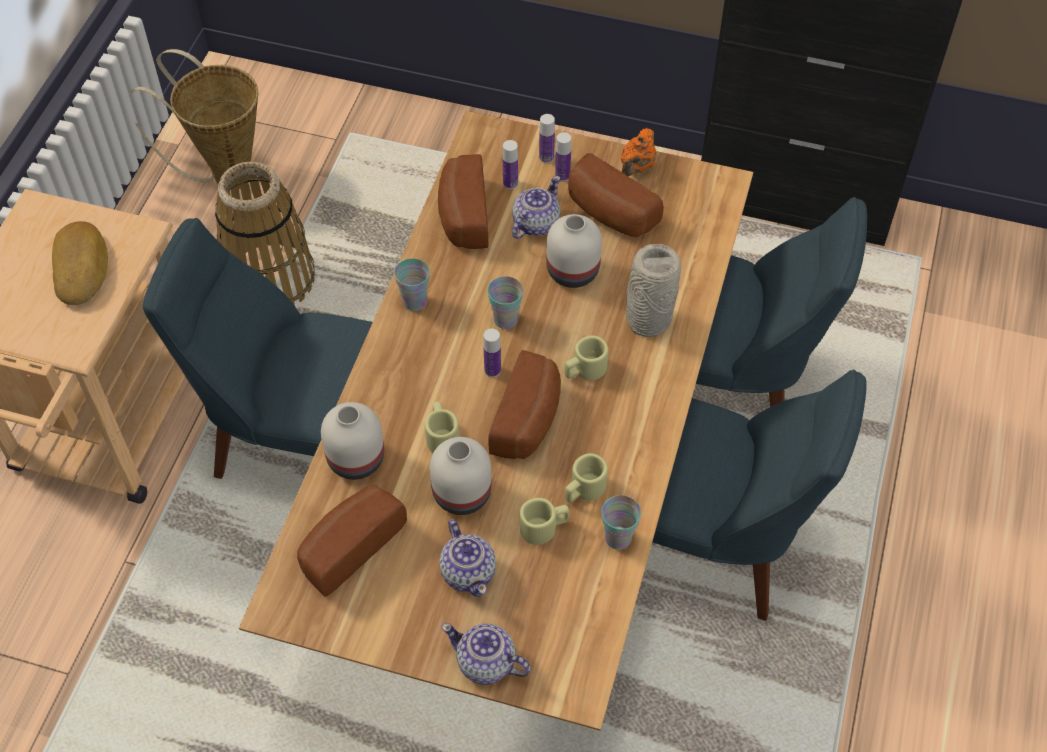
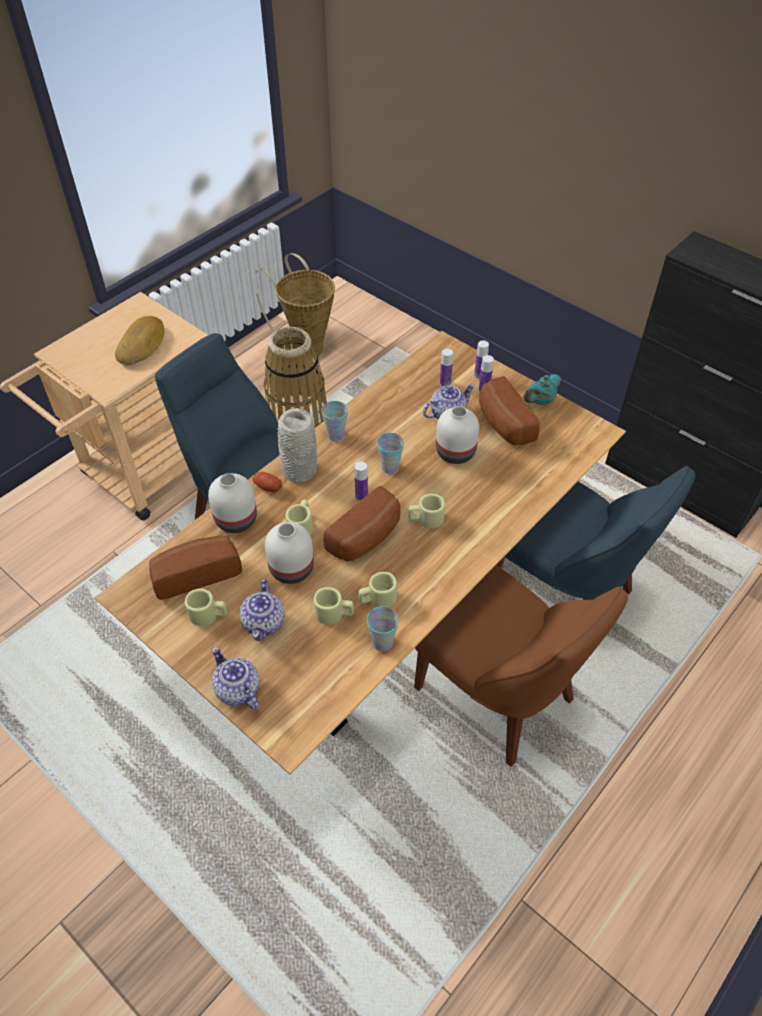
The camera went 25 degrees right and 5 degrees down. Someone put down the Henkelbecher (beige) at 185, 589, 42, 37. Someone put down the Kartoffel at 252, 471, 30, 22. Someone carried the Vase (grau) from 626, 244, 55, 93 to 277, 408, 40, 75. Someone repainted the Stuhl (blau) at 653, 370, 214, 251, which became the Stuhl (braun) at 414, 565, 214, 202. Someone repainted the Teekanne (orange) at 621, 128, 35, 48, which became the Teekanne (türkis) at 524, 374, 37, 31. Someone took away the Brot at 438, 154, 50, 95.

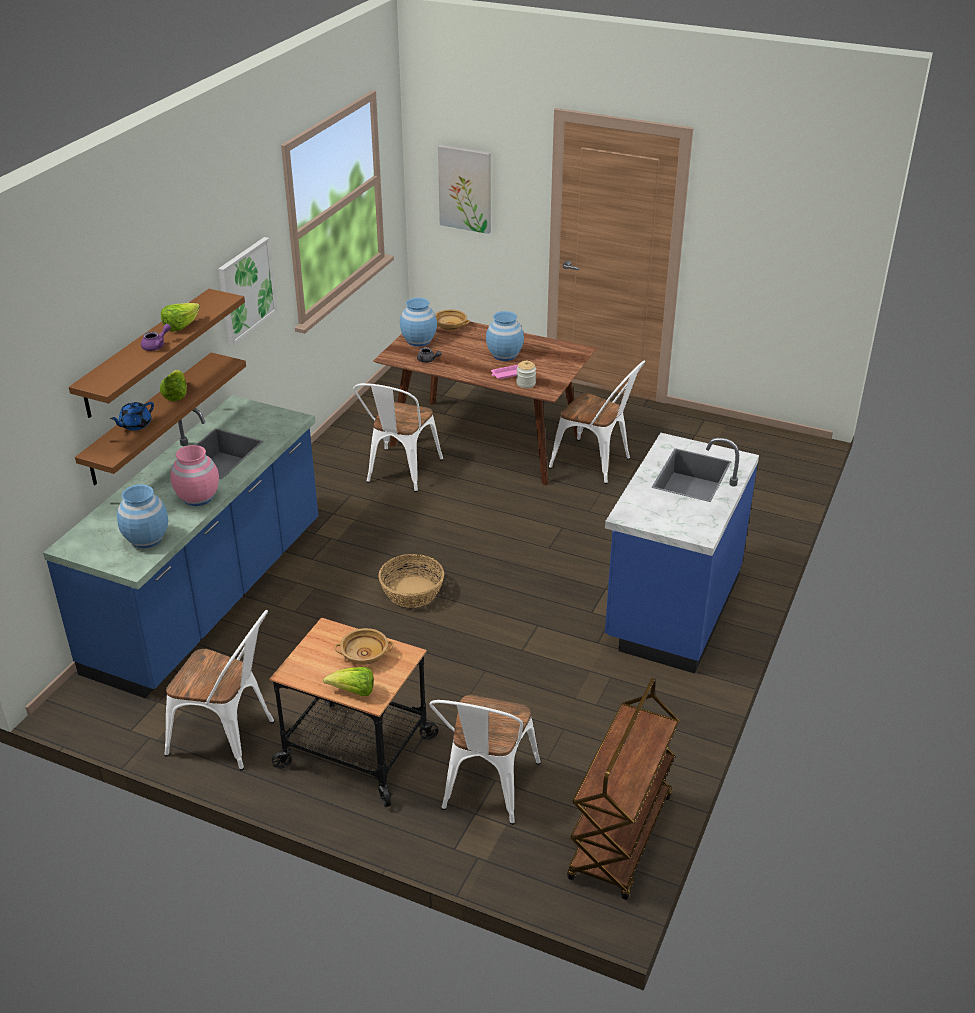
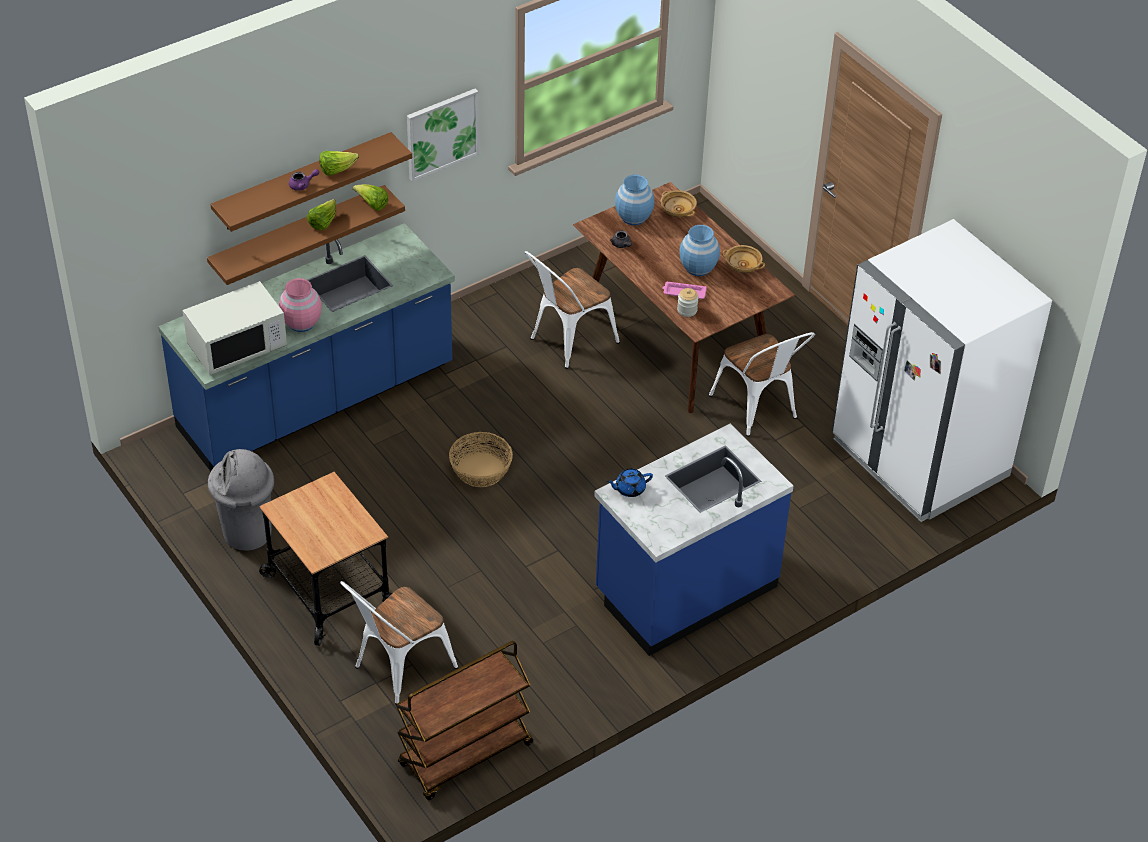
The camera went 30 degrees right and 10 degrees up. Someone swapped the Vase (blau) at 117, 484, 51, 64 for the Mikrowelle (weiß) at 182, 281, 105, 94. Someone swapped the Stuhl (weiß) at 165, 610, 109, 161 for the Mülleimer (grau) at 208, 449, 66, 102. Someone carried the Salatkopf from 323, 667, 51, 29 to 353, 184, 35, 27. Someone carried the Teekanne (blau) from 110, 402, 44, 28 to 607, 468, 46, 29. Someone carried the Schüssel (beige) from 334, 628, 60, 37 to 722, 245, 43, 28. Someone put down the Kühlschrank (weiß) at 832, 219, 220, 303. Someone took away the Bild at 438, 145, 53, 89.

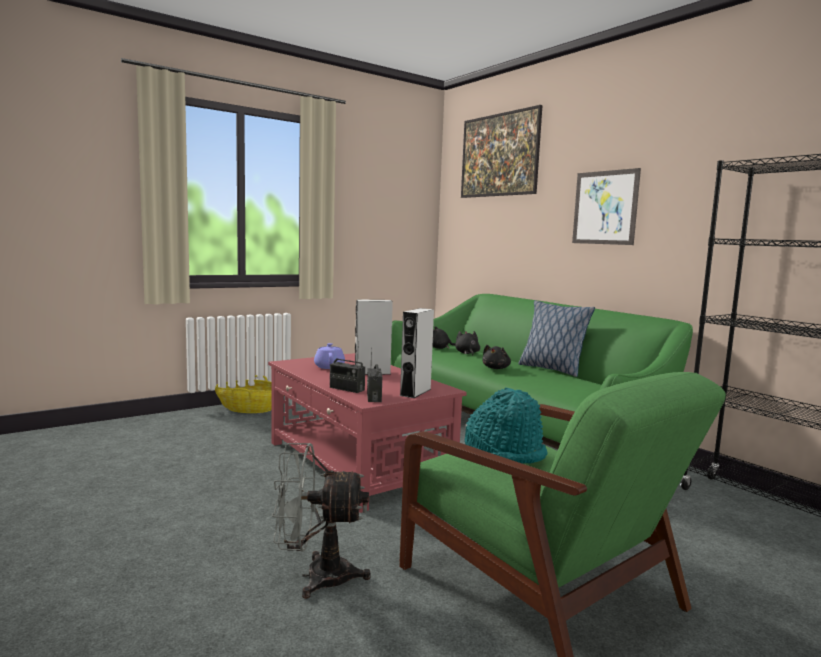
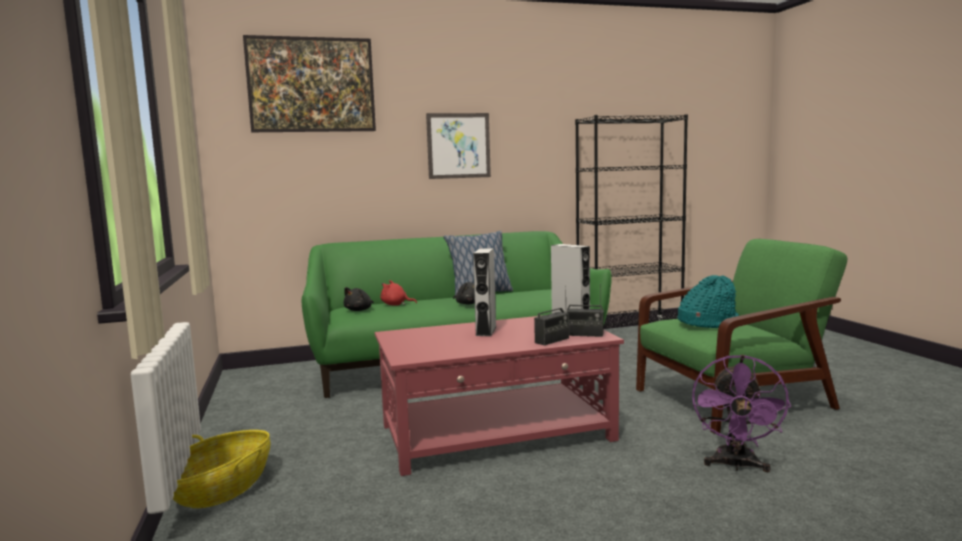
The camera went 70 degrees left and 0 degrees up. Someone repainted the Plüschtier (schwarz) at 455, 331, 25, 24, which became the Plüschtier (rot) at 381, 280, 36, 26. Someone repainted the Ventilator (grau) at 271, 443, 100, 156, which became the Ventilator (lila) at 692, 355, 99, 117. Someone took away the Teekanne (lila) at 314, 343, 31, 26.

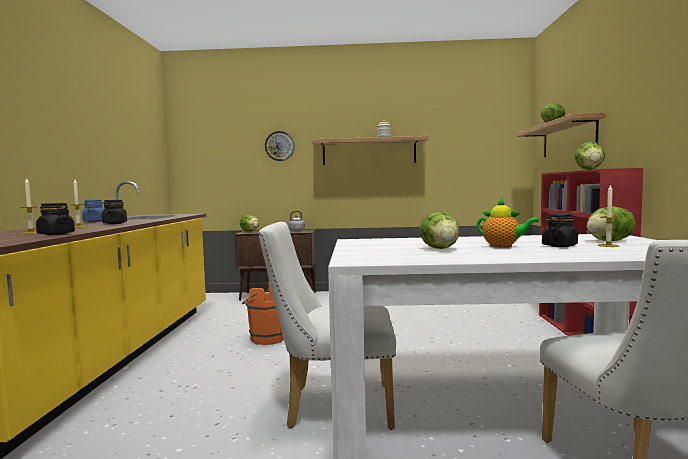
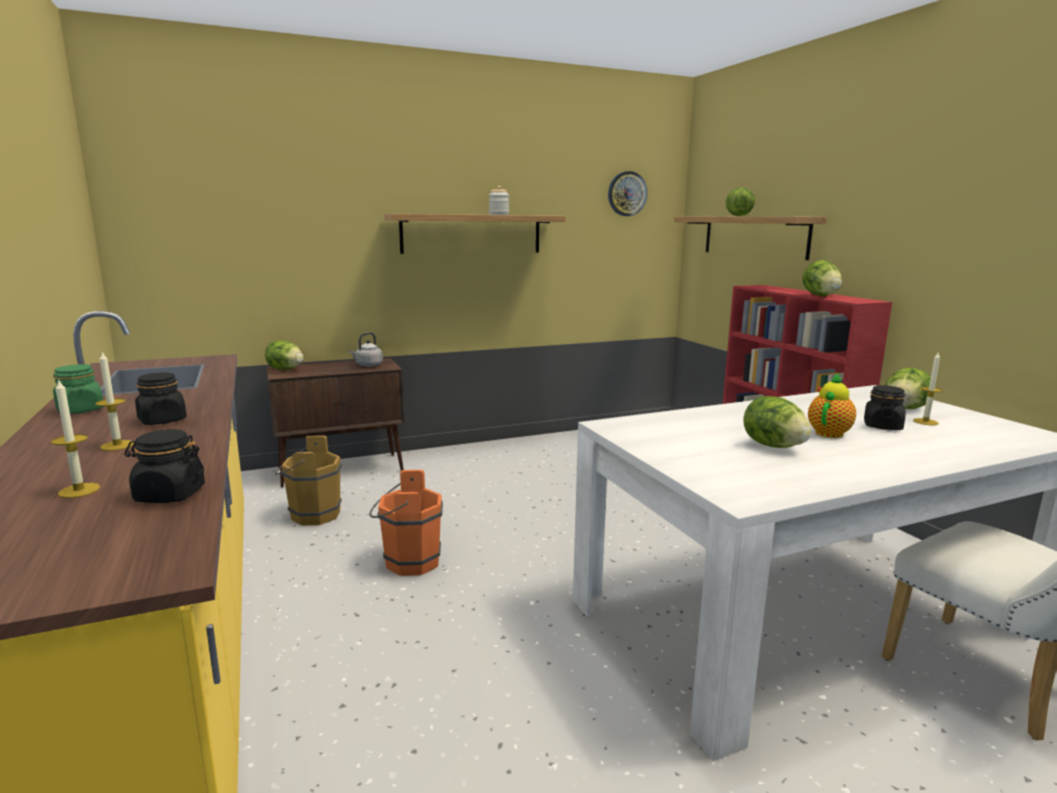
The camera went 25 degrees left and 10 degrees up. Someone repainted the Vorratsglas (blau) at 82, 200, 22, 22, which became the Vorratsglas (grün) at 53, 364, 51, 50. Someone put down the Eimer (braun) at 275, 435, 67, 91. Someone carried the Wanduhr from 265, 131, 30, 30 to 608, 171, 39, 45. Someone rotated the Teekanne at 477, 198, 63, 50 by 60 degrees counterclockwise. Someone took away the Stuhl (weiß) at 259, 222, 137, 208.

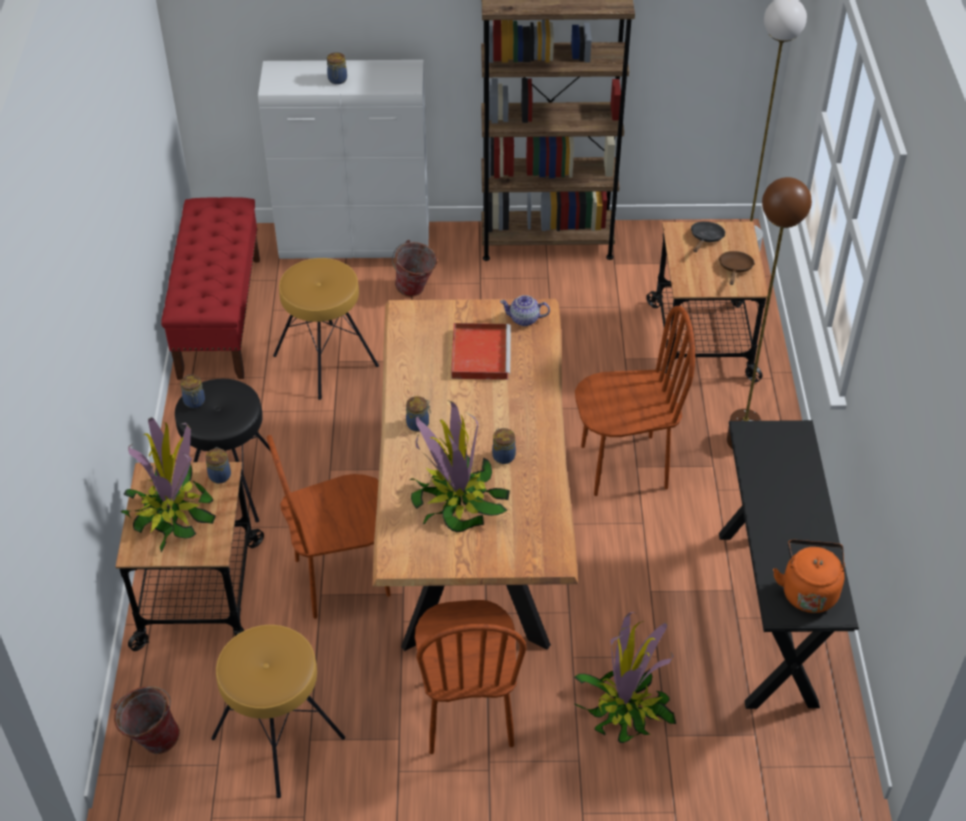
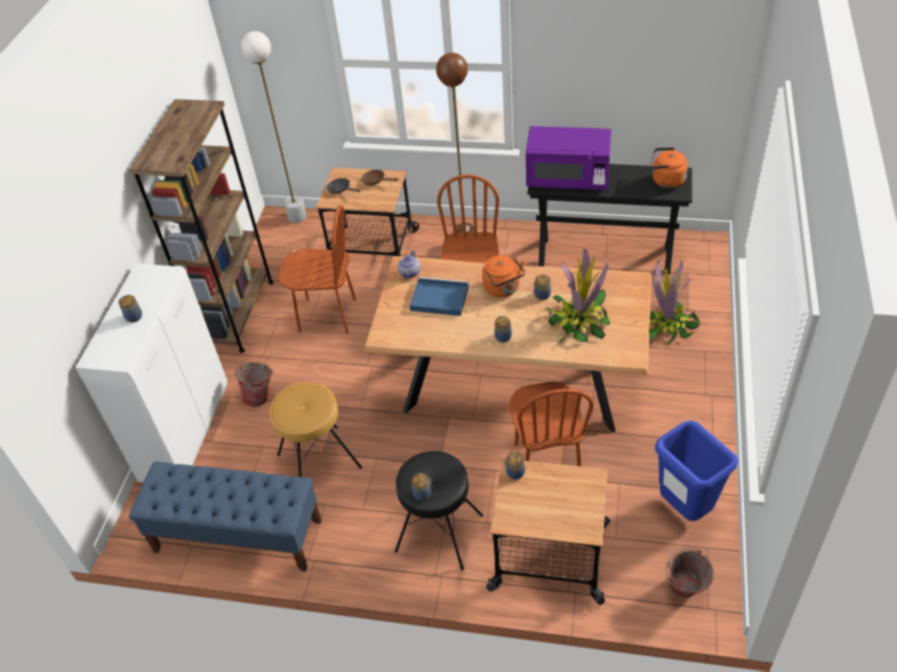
The camera went 75 degrees left and 0 degrees up. Someone repainted the Bank (rot) at 161, 197, 99, 183, which became the Bank (blau) at 129, 462, 193, 110. Someone carried the Stuhl (braun) from 415, 600, 112, 154 to 278, 205, 78, 129. Someone repainted the Tablett (rot) at 451, 323, 60, 57, which became the Tablett (blau) at 410, 277, 59, 39. Someone put down the Wasserkessel (orange) at 482, 255, 43, 43. Someone put down the Mikrowelle (lila) at 526, 126, 85, 64. Someone swapped the Hocker (braun) at 211, 625, 134, 173 for the Mülleimer (blau) at 655, 420, 83, 101. Someone took away the Topfpflanze at 121, 417, 95, 136.

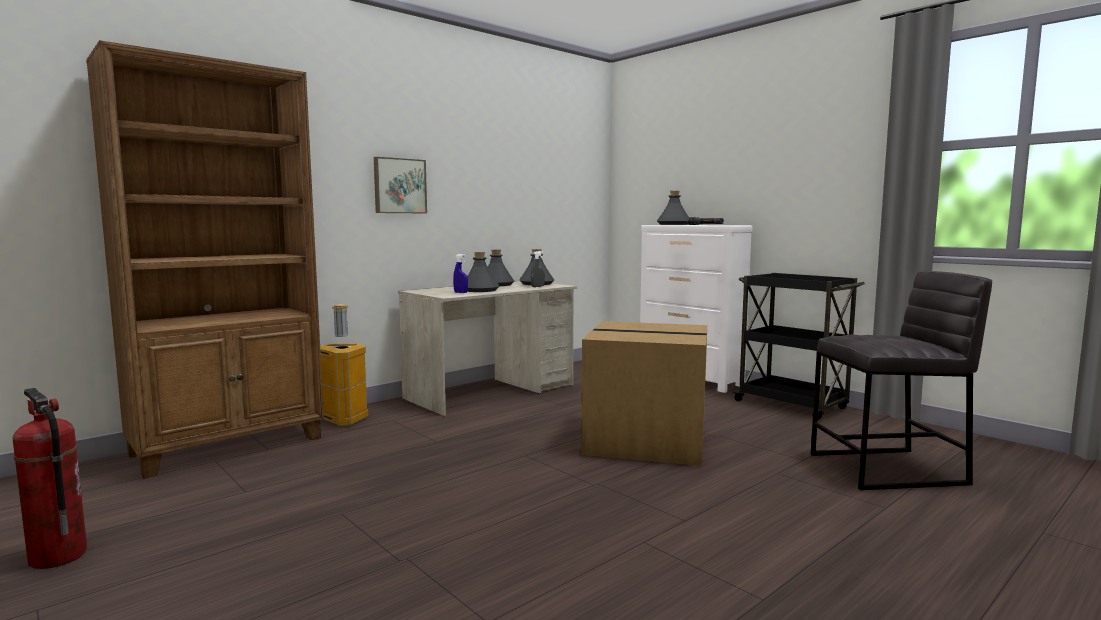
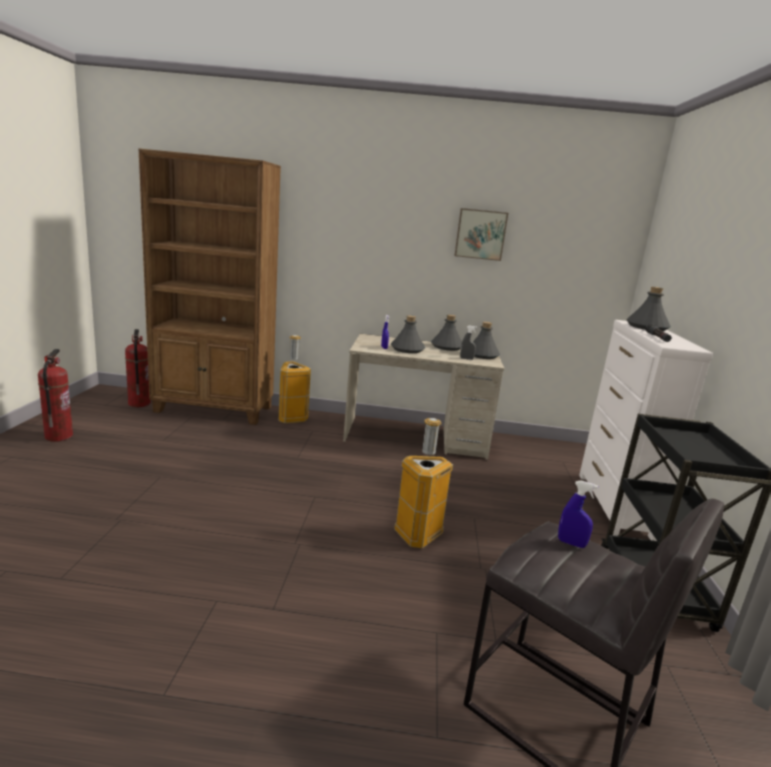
The camera went 45 degrees right and 10 degrees up. Someone put down the Feuerlöscher at 125, 329, 26, 78. Someone swapped the Karton at 581, 321, 126, 145 for the Mülleimer at 394, 418, 59, 130. Someone carried the Bild from 374, 157, 53, 56 to 455, 208, 53, 53. Someone put down the Sprühflasche (blau) at 558, 480, 40, 68.

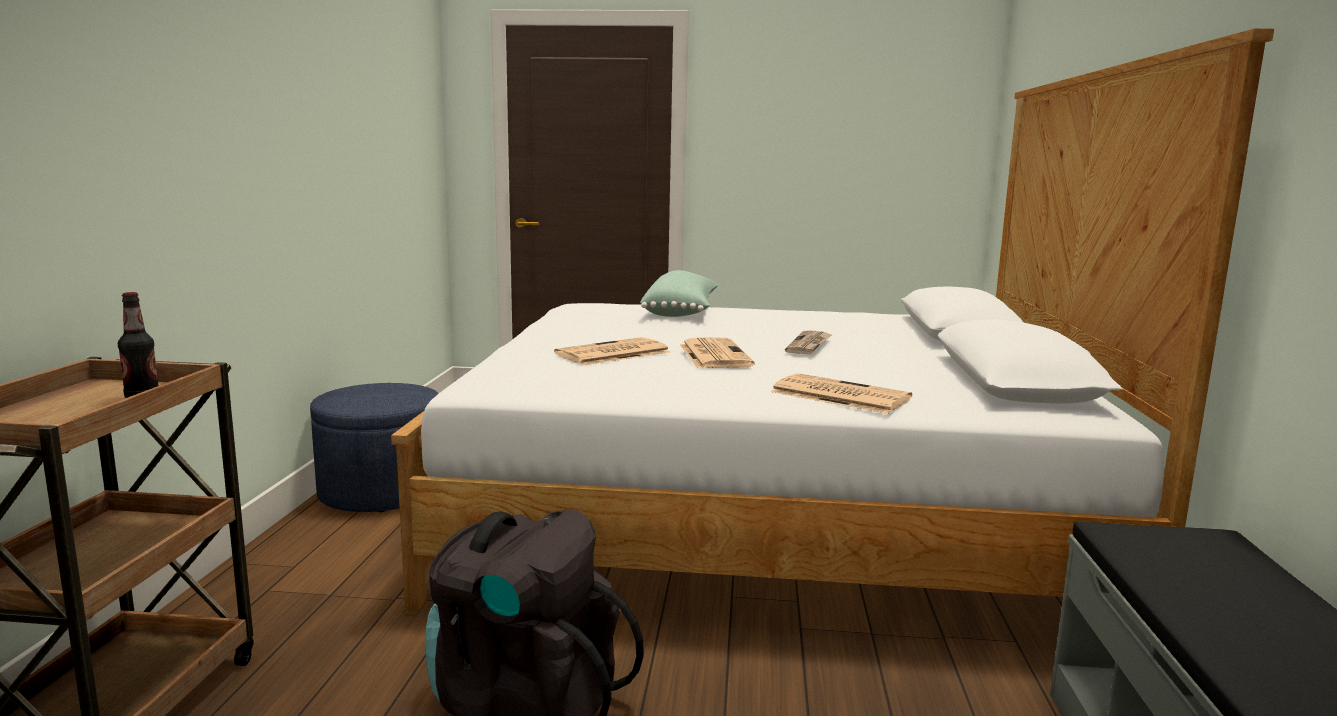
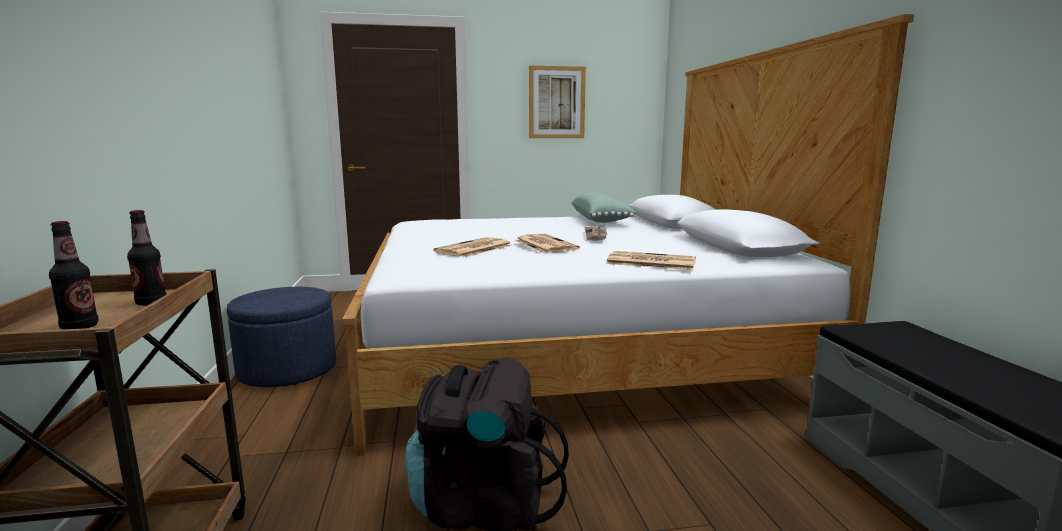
The camera went 15 degrees left and 0 degrees up. Someone put down the Flasche at 49, 221, 49, 109. Someone put up the Bild at 529, 66, 57, 72. Someone carried the Kissen (grün) from 640, 270, 78, 47 to 572, 192, 65, 31.

